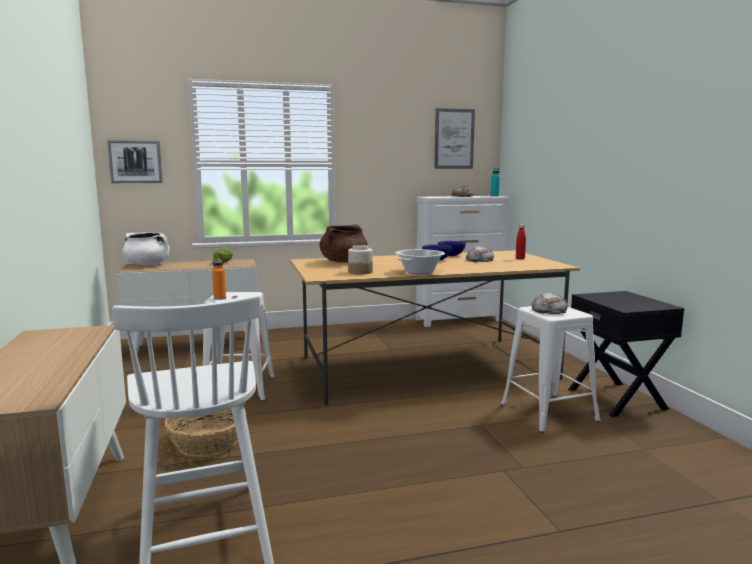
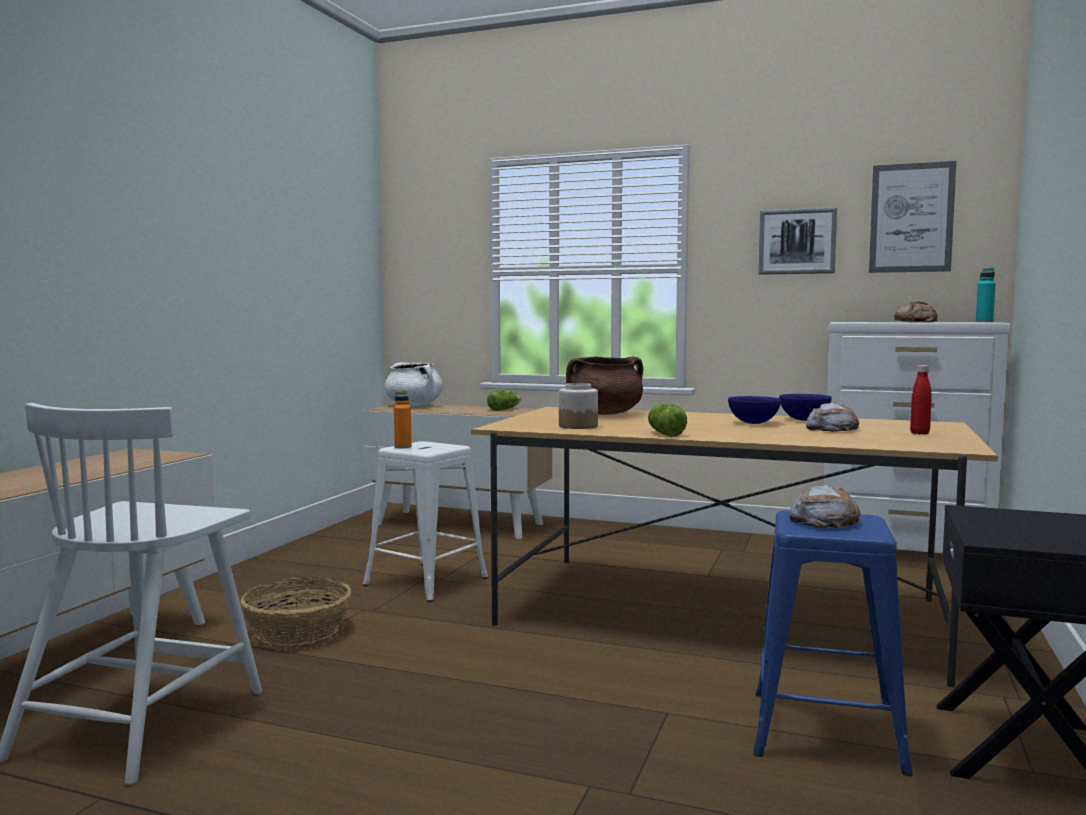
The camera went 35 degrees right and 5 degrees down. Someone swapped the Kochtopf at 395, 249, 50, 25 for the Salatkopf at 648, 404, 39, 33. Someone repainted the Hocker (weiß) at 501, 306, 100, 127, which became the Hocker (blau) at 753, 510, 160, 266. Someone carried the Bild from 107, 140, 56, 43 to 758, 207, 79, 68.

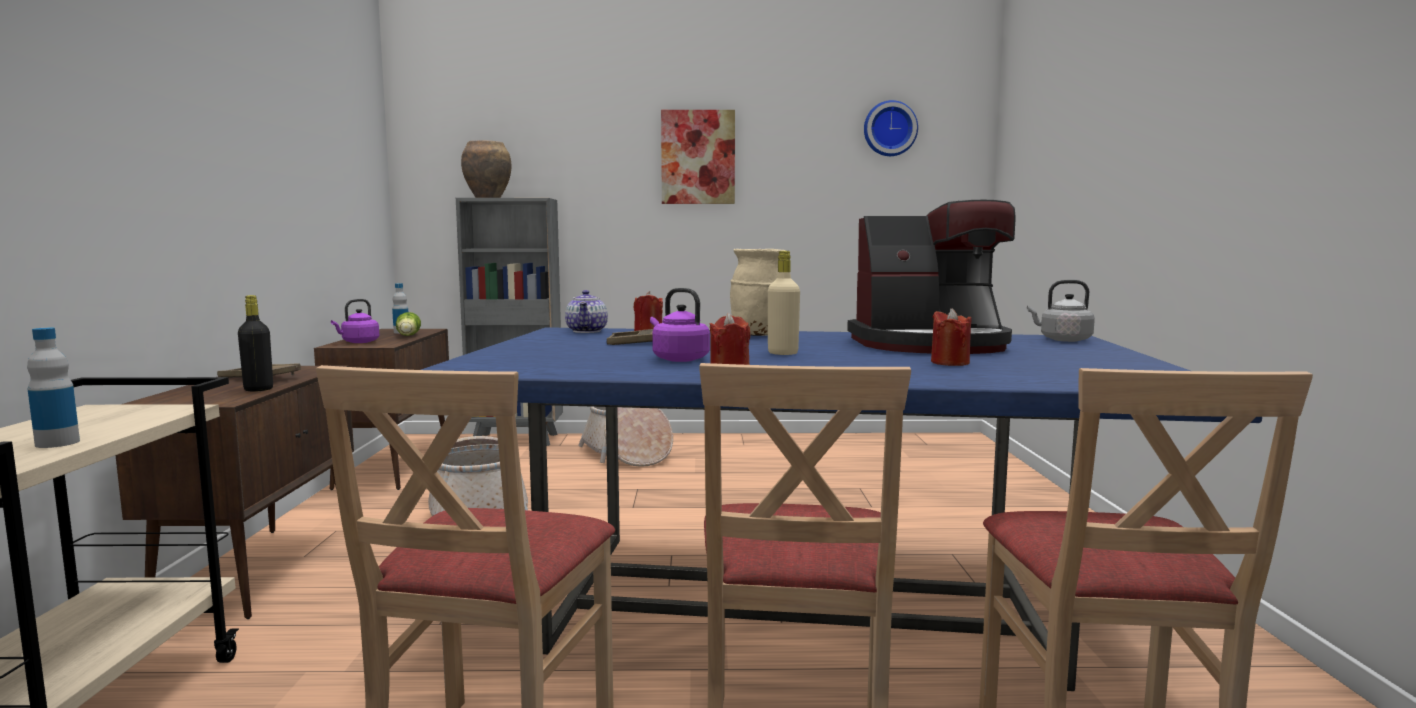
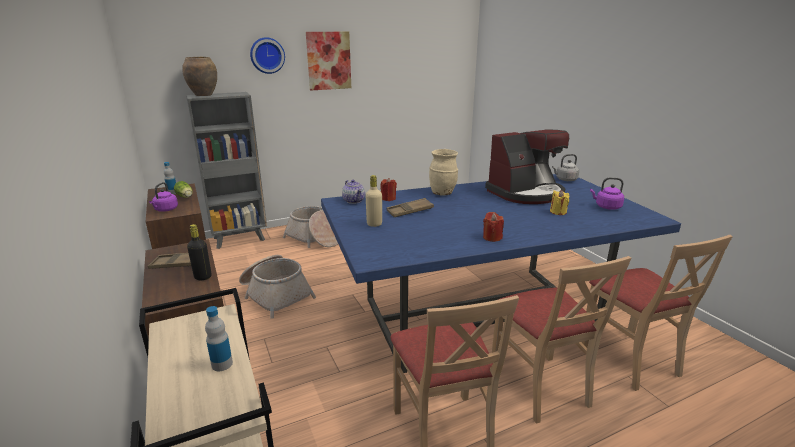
The camera went 25 degrees left and 15 degrees up. Someone carried the Wanduhr from 864, 100, 54, 56 to 250, 37, 35, 37. Someone carried the Flasche (beige) from 768, 251, 32, 104 to 365, 175, 17, 52. Someone repainted the Kerze (rot) at 931, 308, 40, 58, which became the Kerze (gelb) at 550, 190, 19, 25. Someone carried the Wasserkessel (lila) from 650, 288, 60, 74 to 590, 177, 34, 33.

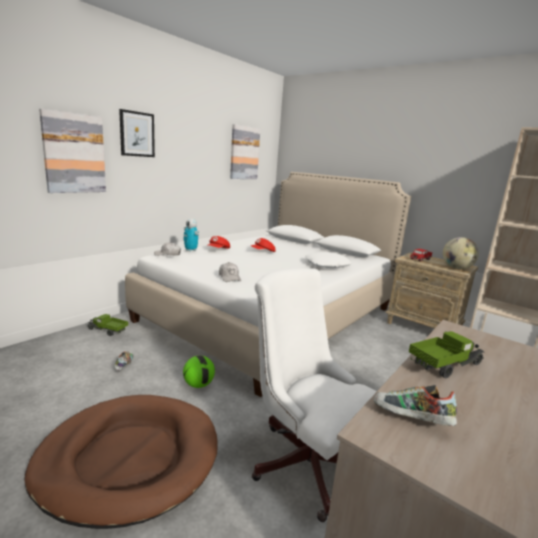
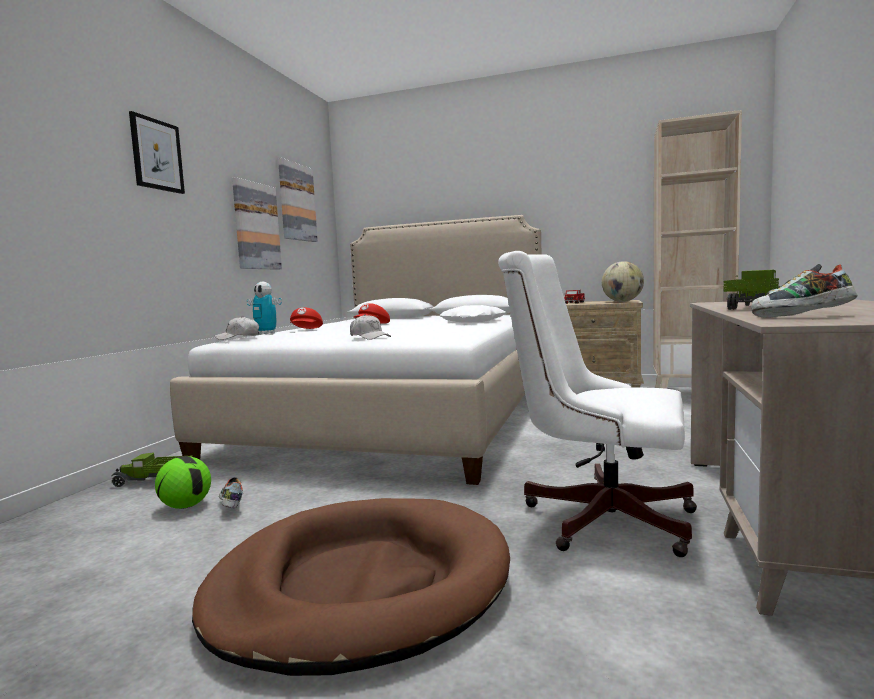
The camera went 20 degrees left and 10 degrees down. Someone carried the Fußball from 183, 355, 32, 33 to 155, 456, 56, 53. Someone carried the Bild from 39, 109, 67, 84 to 232, 177, 50, 93.

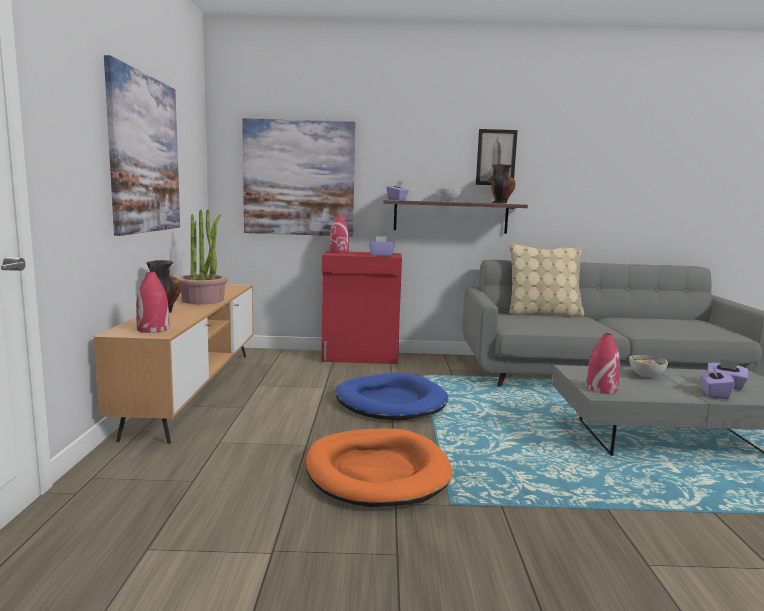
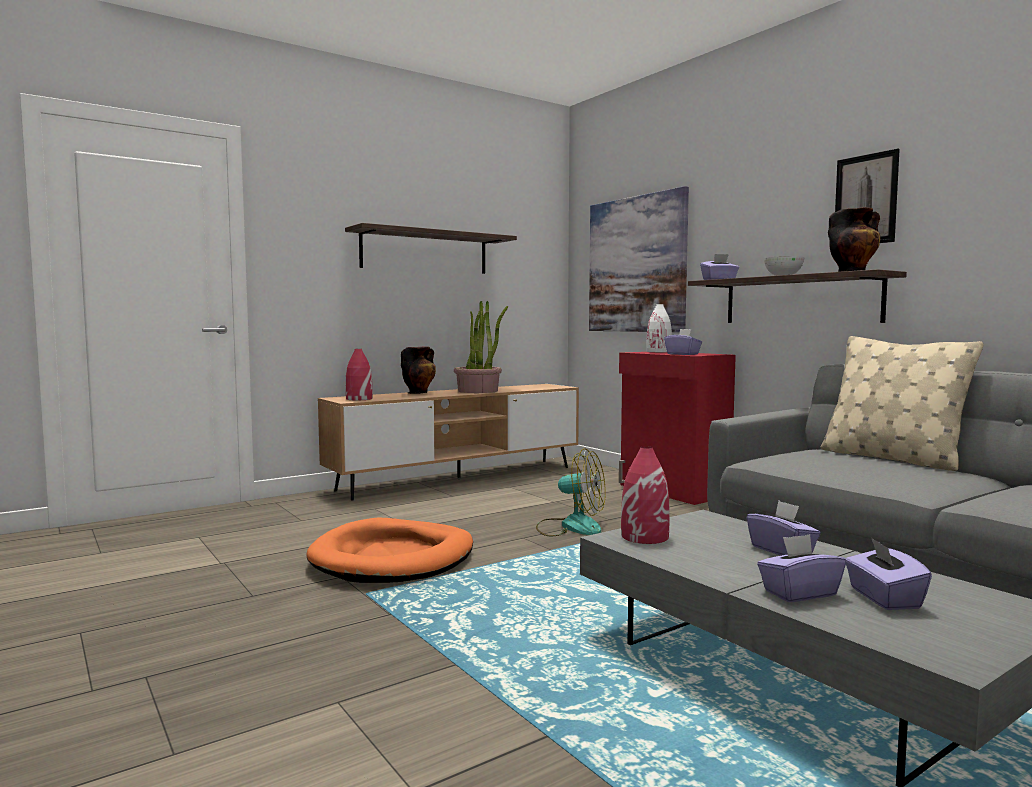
The camera went 55 degrees right and 5 degrees down. Someone swapped the Bild at 104, 55, 76, 181 for the Wandregal at 345, 223, 172, 51. Someone swapped the Hundebett (blau) at 335, 373, 113, 47 for the Ventilator at 536, 448, 70, 88. Someone repainted the Vase (rot) at 329, 215, 20, 38, which became the Vase (weiß) at 646, 304, 26, 48. Someone swapped the Schüssel at 629, 355, 39, 23 for the Taschentuchbox (lila) at 747, 501, 74, 55.

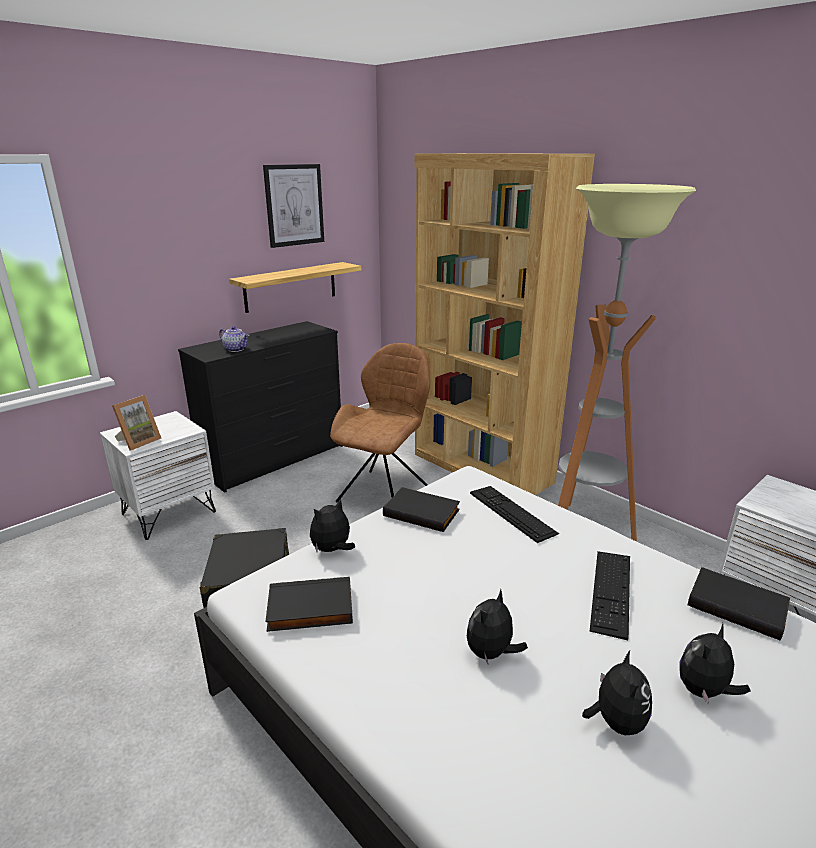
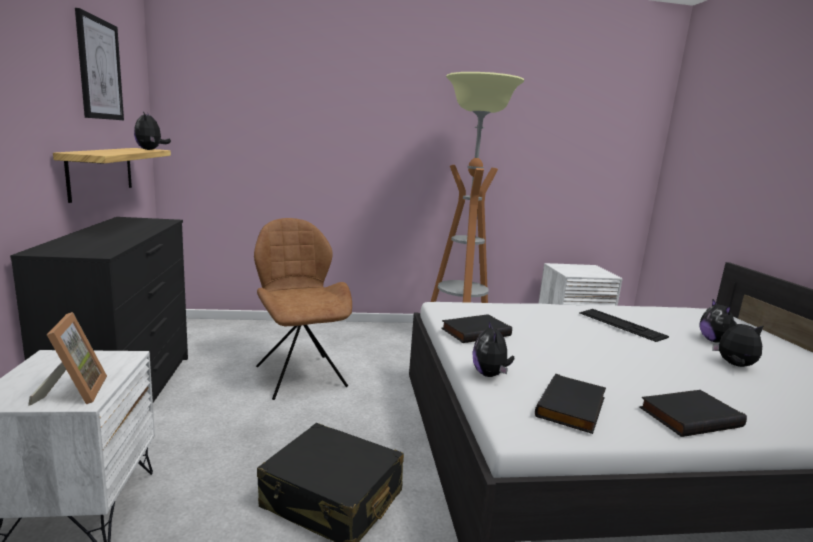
The camera went 55 degrees left and 10 degrees down. Someone carried the Plüschtier from 467, 589, 61, 75 to 134, 112, 37, 38. Someone carried the Buch (schwarz) from 688, 567, 102, 74 to 639, 390, 108, 47. Someone took away the Teekanne at 219, 326, 30, 26. Someone took away the Bücherregal (braun) at 414, 153, 181, 342. Someone took away the Tastatur at 470, 486, 89, 57.

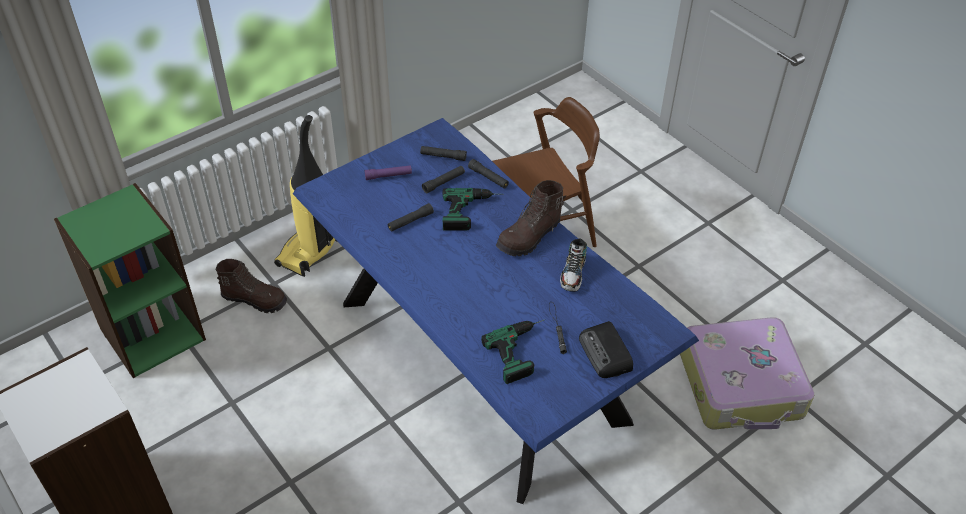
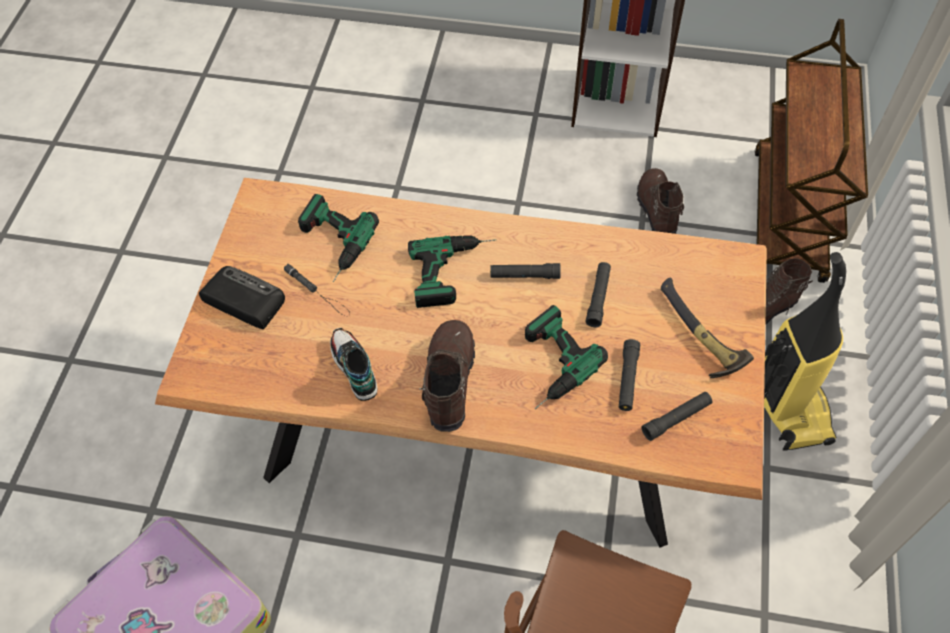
The camera went 140 degrees right and 10 degrees up. Someone repainted the Esstisch (blau) at 293, 118, 406, 386, which became the Esstisch (braun) at 155, 178, 612, 370. Someone put down the Bohrmaschine at 408, 236, 87, 72. Someone carried the Taschenlampe (schwarz) from 468, 159, 41, 29 to 490, 263, 71, 16. Someone put down the Stiefel (braun) at 637, 168, 47, 66. Someone swapped the Taschenlampe (lila) at 364, 165, 48, 15 for the Hammer at 661, 278, 93, 100. Someone swapped the Bücherregal (grün) at 54, 183, 152, 195 for the Rollwagen (braun) at 755, 19, 113, 264.

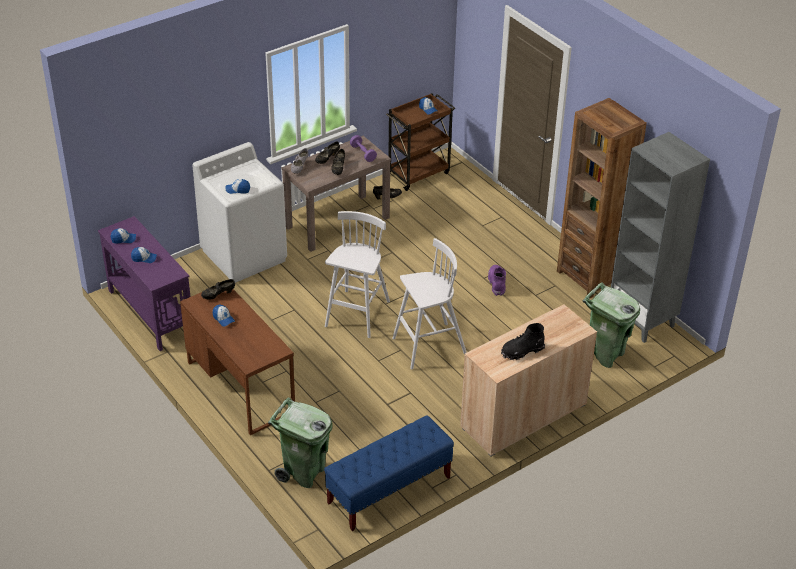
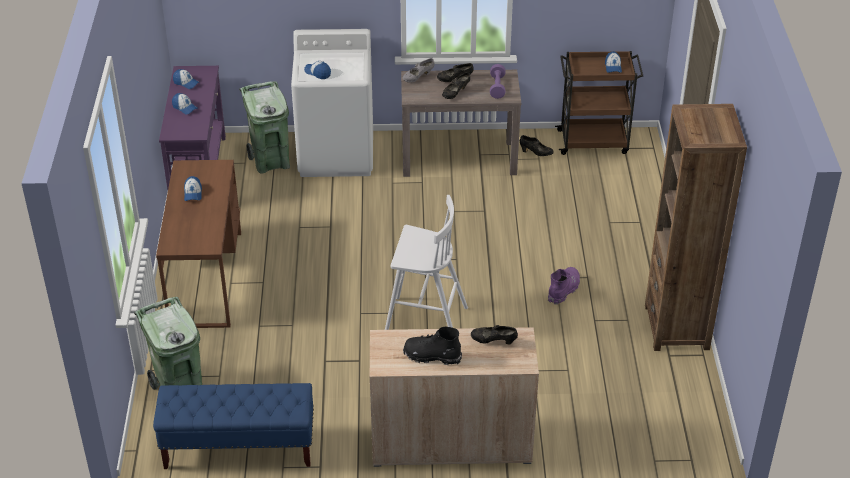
The camera went 35 degrees right and 0 degrees up. Someone carried the Mülleimer (grün) from 583, 282, 57, 86 to 239, 81, 51, 92. Someone carried the Schuh (schwarz) from 201, 279, 34, 20 to 471, 325, 47, 19. Someone took away the Hocker (weiß) at 325, 211, 65, 127. Someone took away the Bücherregal (grau) at 611, 132, 99, 211.

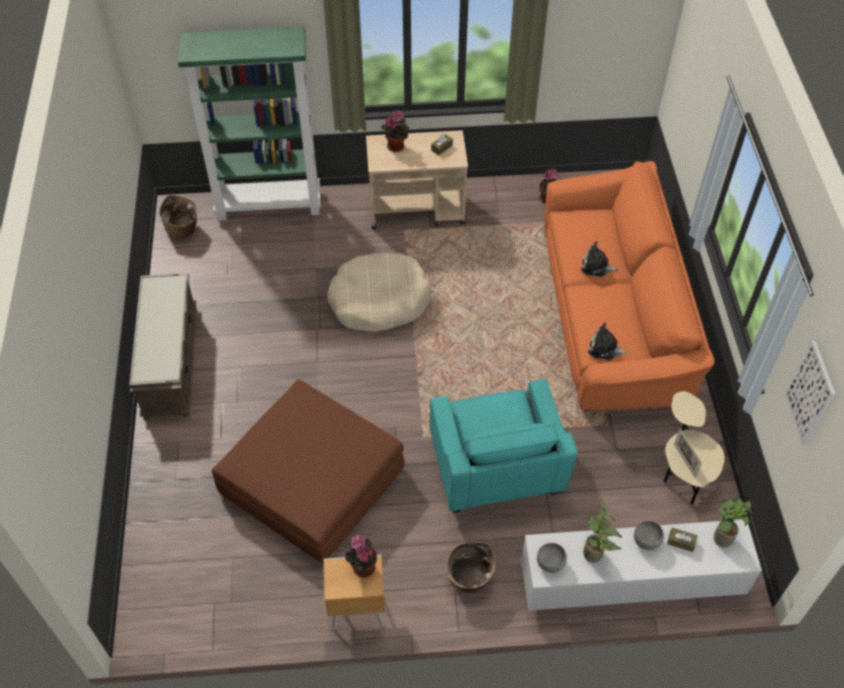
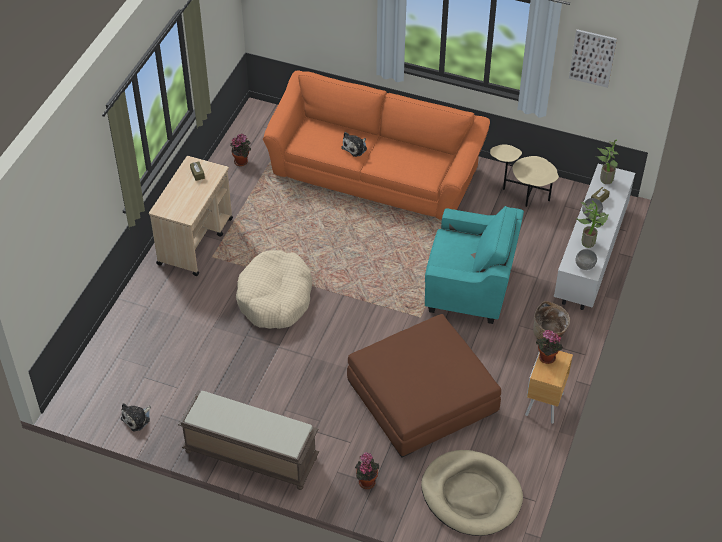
The camera went 65 degrees left and 5 degrees down. Someone carried the Plüschtier from 588, 322, 40, 39 to 121, 403, 30, 28. Someone carried the Topfpflanze from 381, 110, 28, 42 to 355, 452, 24, 37. Someone put down the Hundebett (beige) at 421, 450, 102, 86. Someone took away the Korb at 159, 195, 39, 44. Someone took away the Bücherregal (grün) at 178, 27, 143, 194. Someone took away the Bilderrahmen at 674, 429, 28, 49.

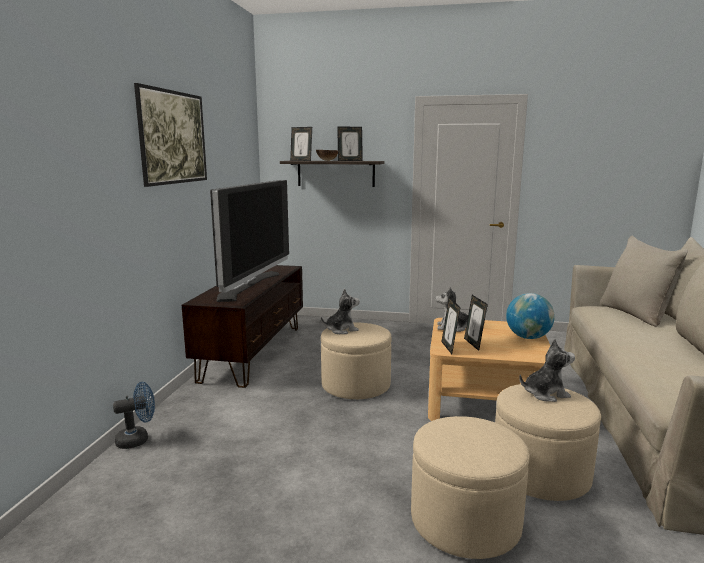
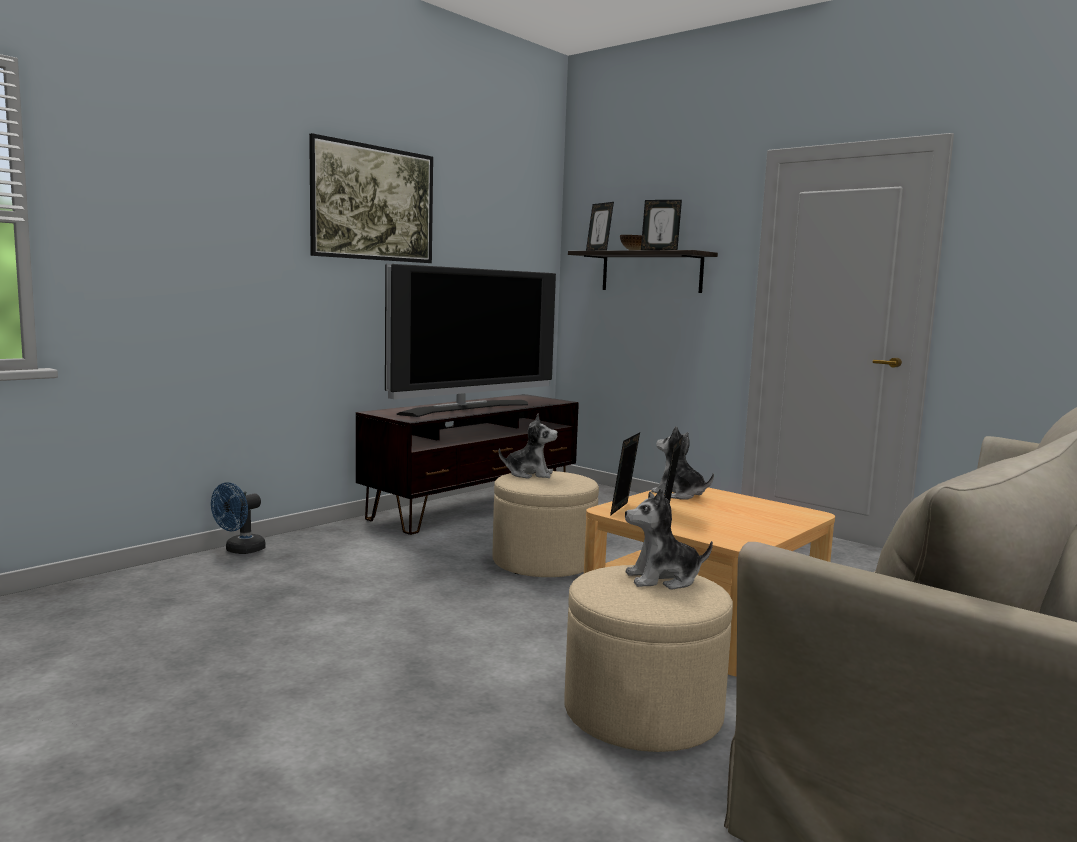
The camera went 30 degrees right and 5 degrees down. Someone rotated the Ventilator (blau) at 113, 382, 42, 67 by 120 degrees clockwise. Someone rotated the Plüschtier at 519, 338, 56, 64 by 150 degrees clockwise. Someone took away the Polsterhocker (beige) at 411, 416, 119, 143. Someone took away the Globus at 506, 293, 49, 46.

